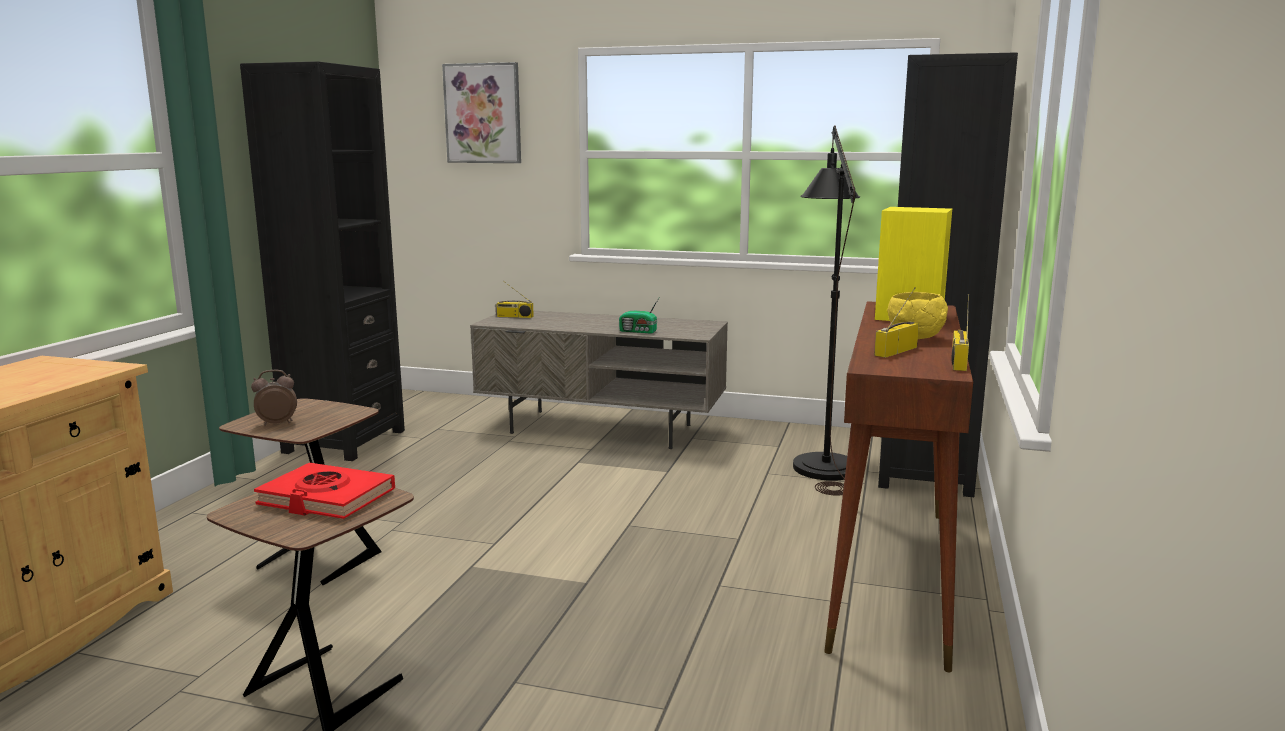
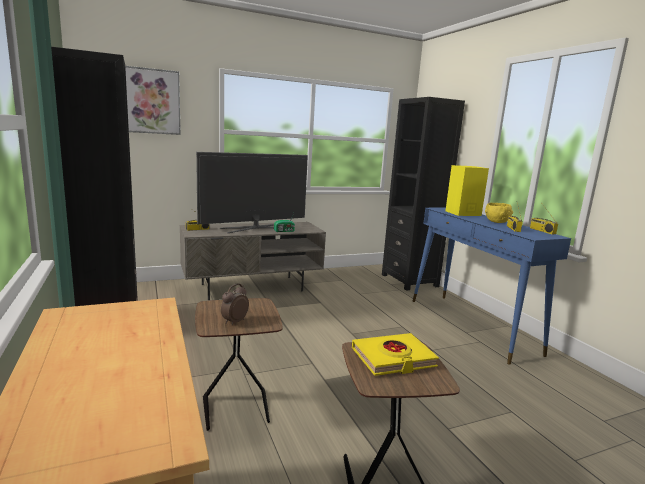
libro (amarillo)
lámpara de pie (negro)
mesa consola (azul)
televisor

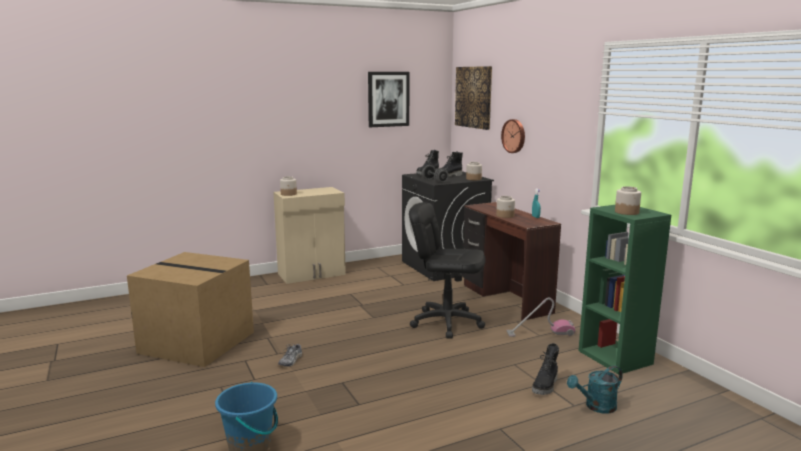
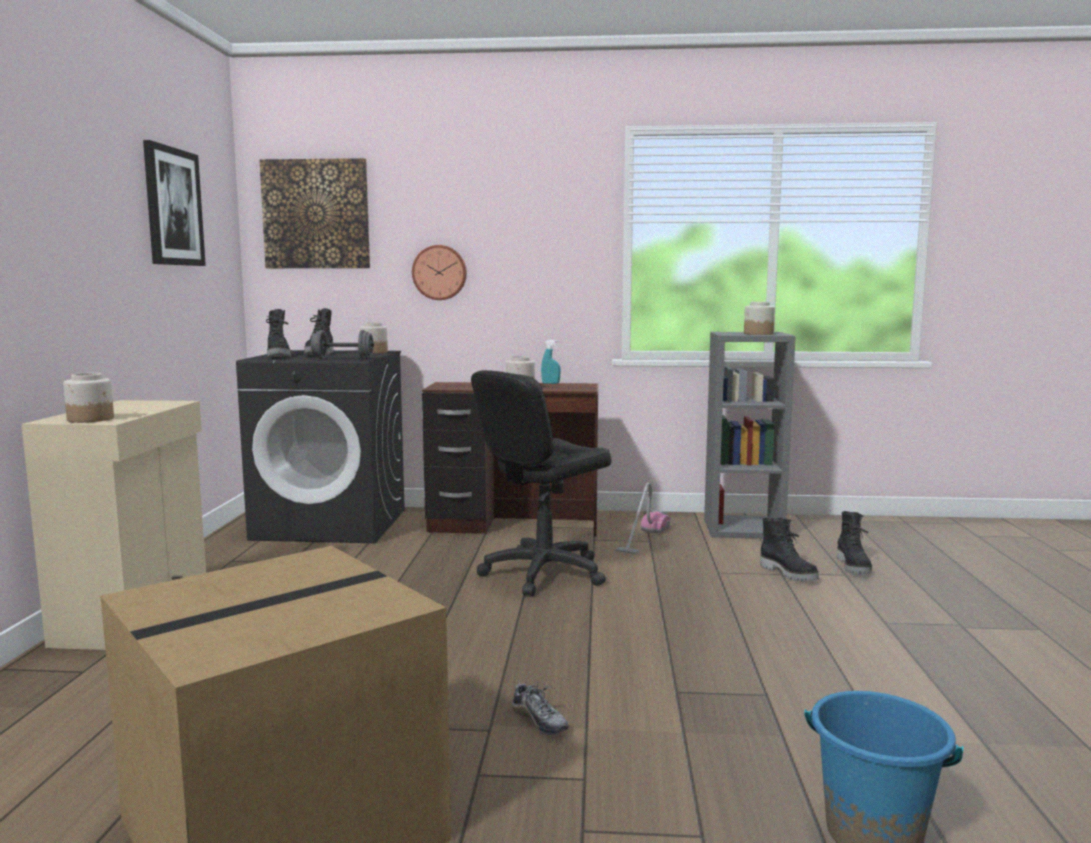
bota (negro) (4th from left)
estantería (gris)

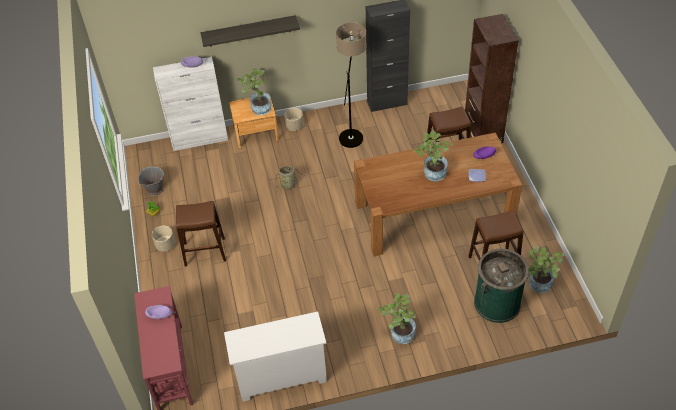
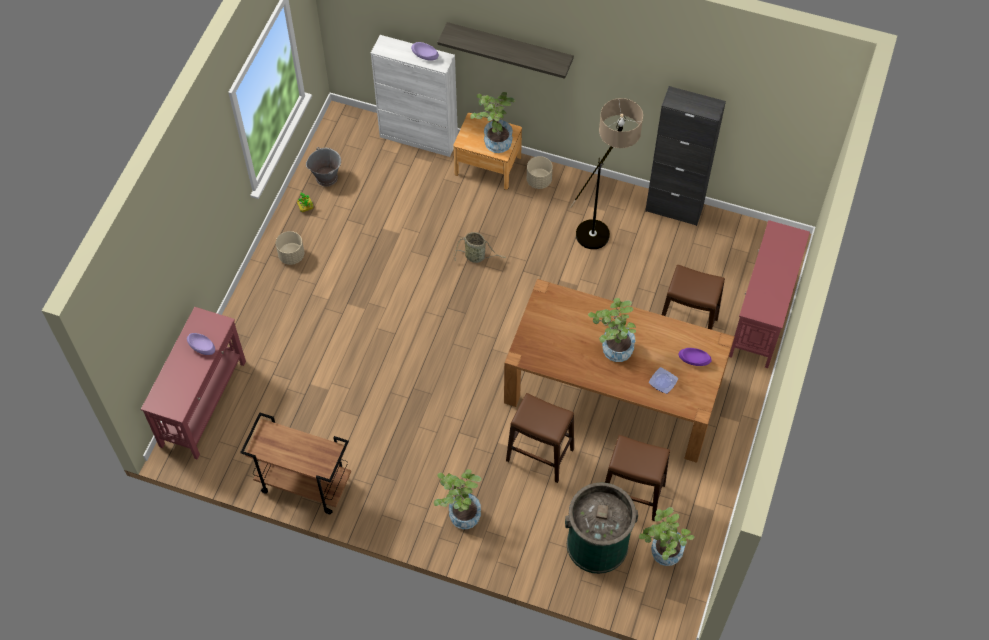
taburete (marrón) (1st from left)
carrito (marrón)
mesa consola (rojo) (2nd from left)

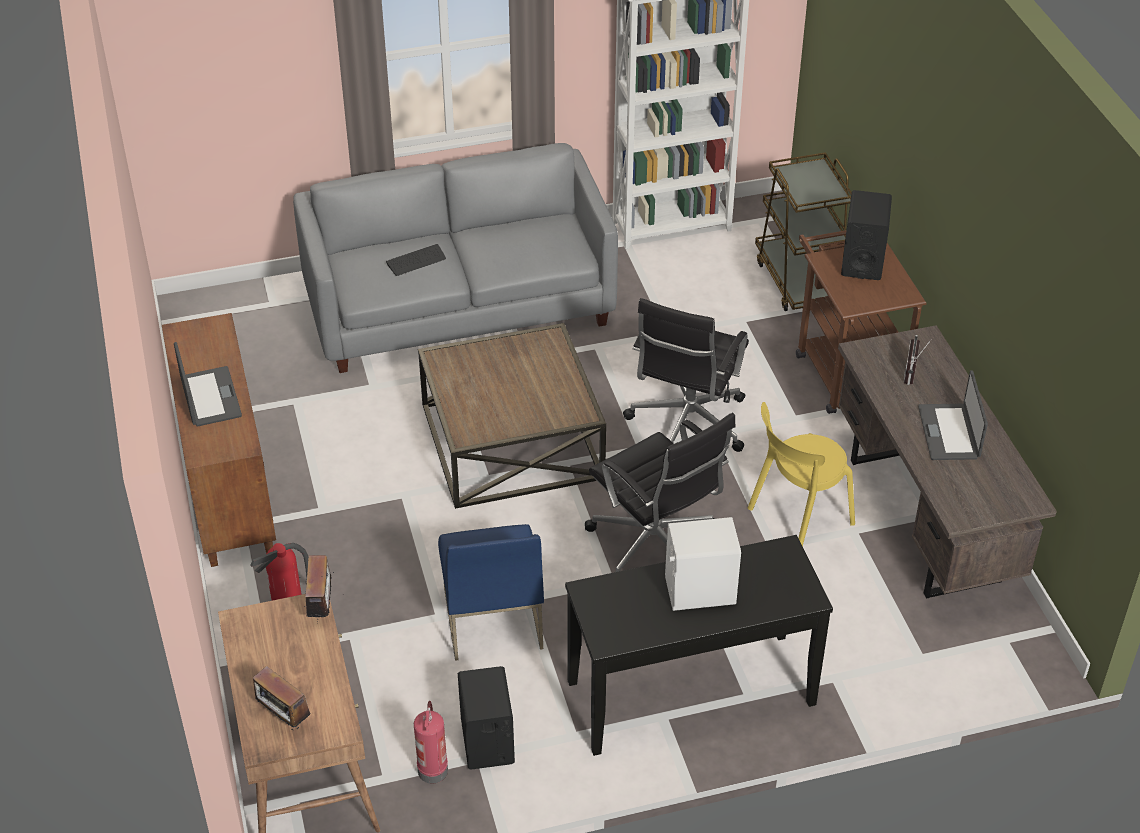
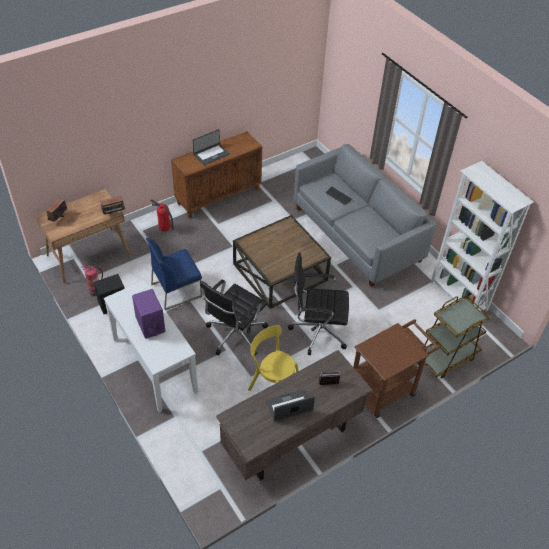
mesa consola (blanco)
altavoz (morado)
altavoz (negro) (2nd from left in the first image)

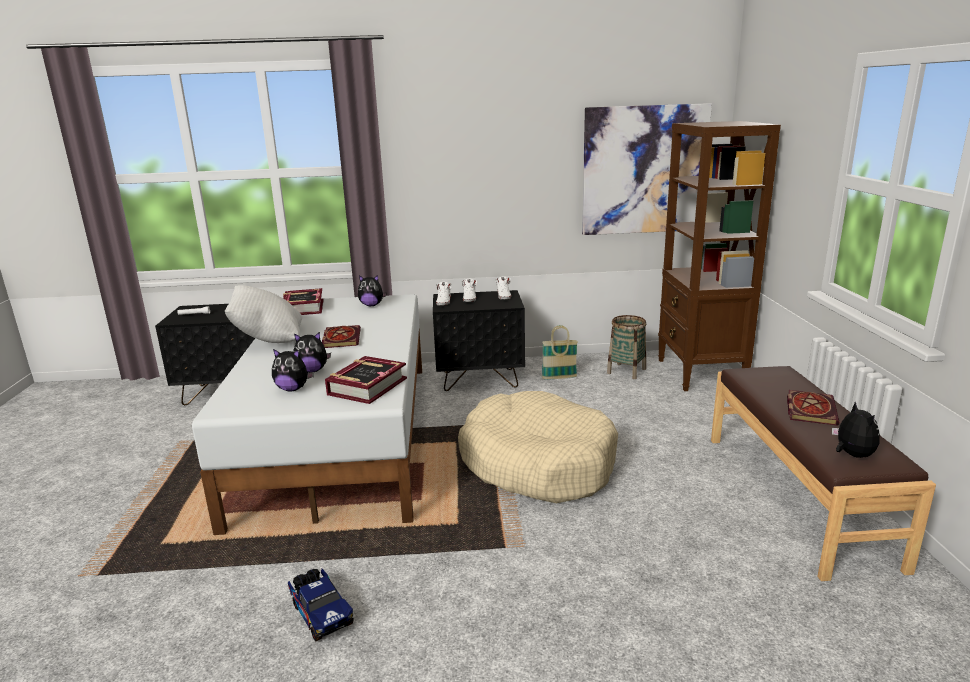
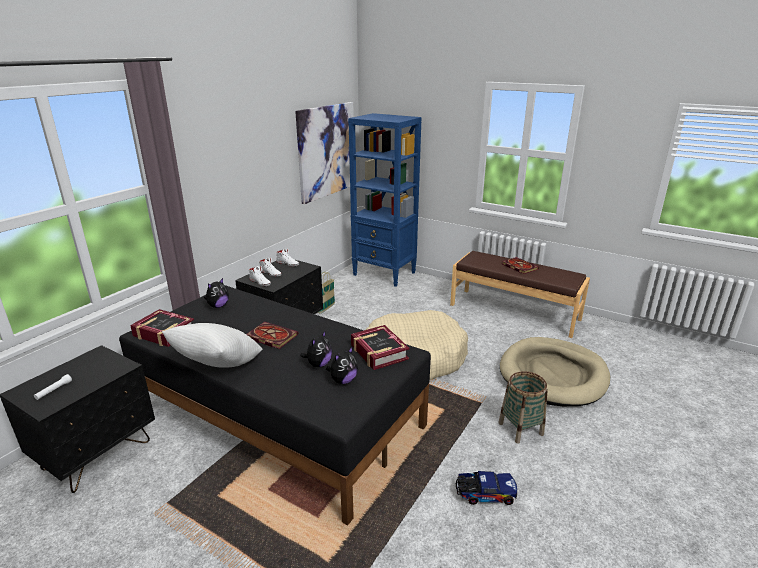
cama (negro)
cesta (2nd from left)
estantería (azul)
peluche (4th from left in the first image)
cama para perro (beis) (2nd from left)

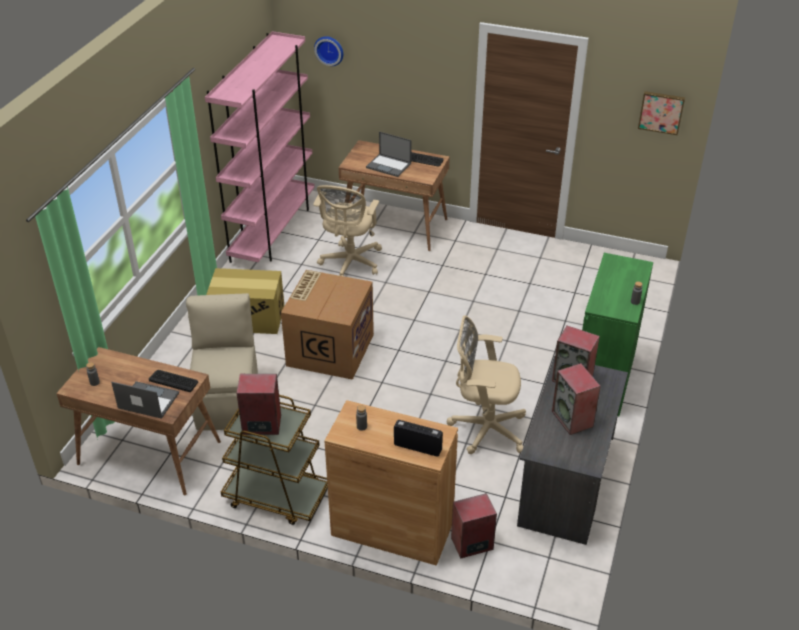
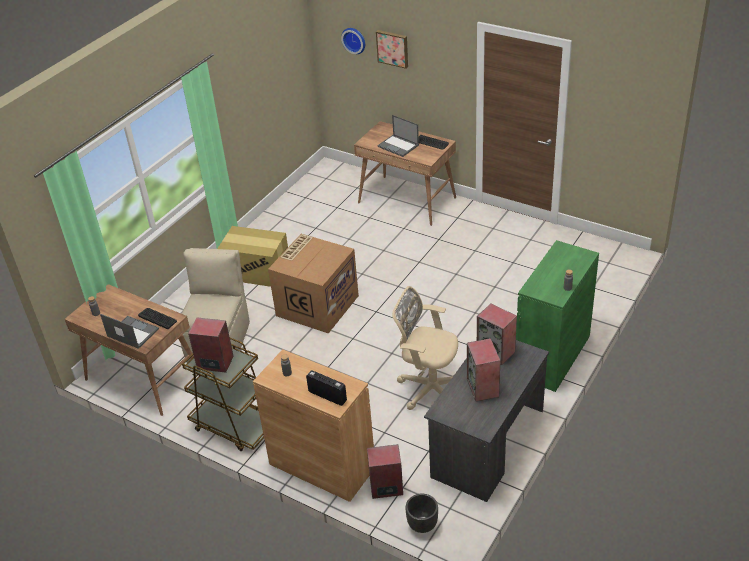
estantería (rosa)
silla de oficina (beis) (1st from left in the first image)
cuadro
maceta (negro)

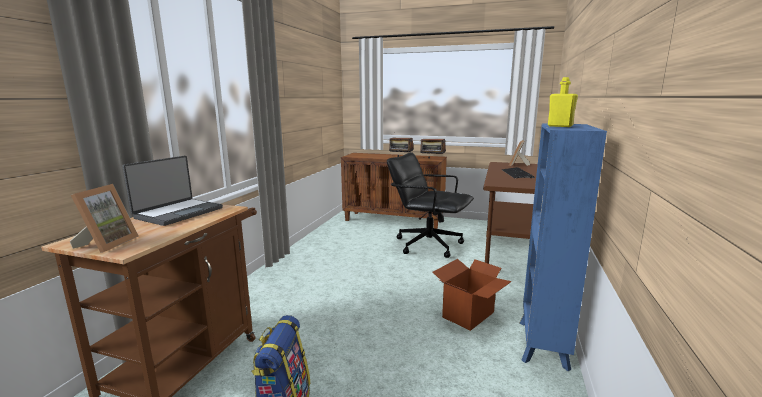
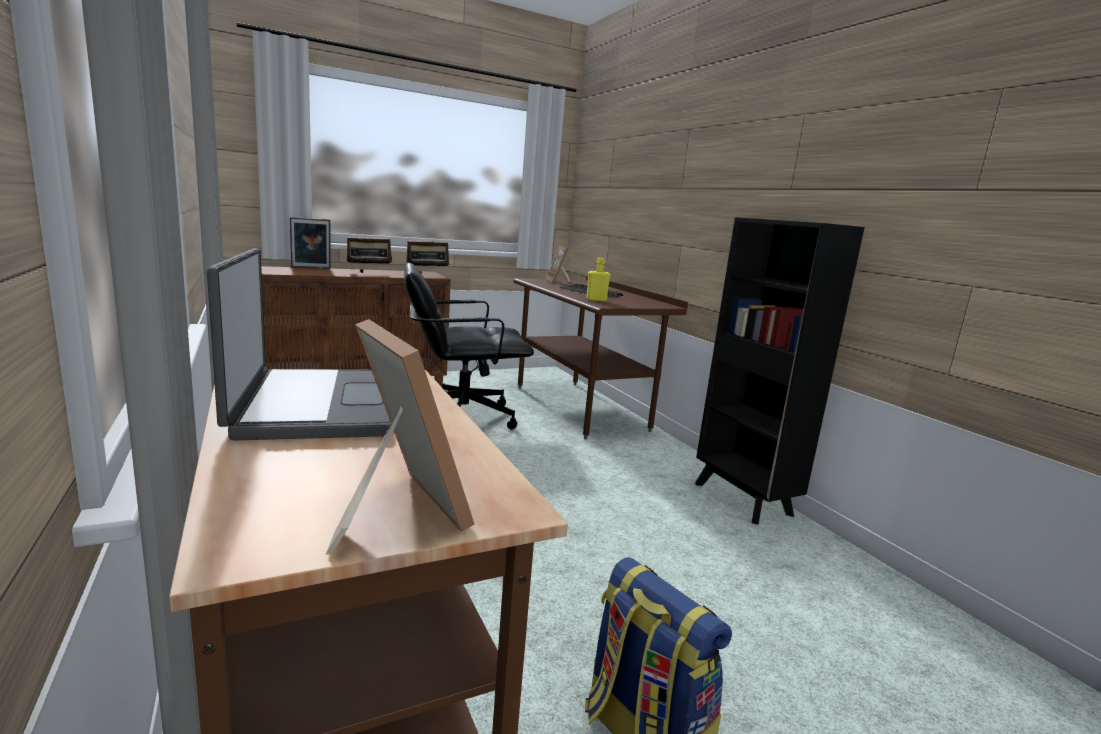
caja de cartón
estantería (negro)
botella (amarillo)
portarretratos (1st from left)

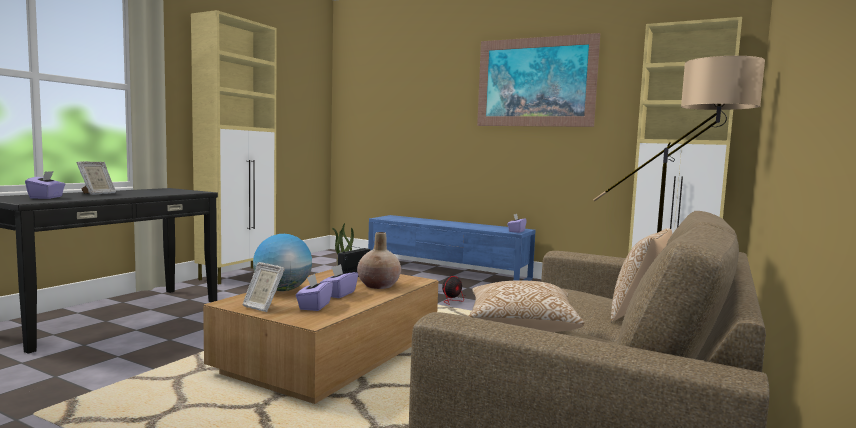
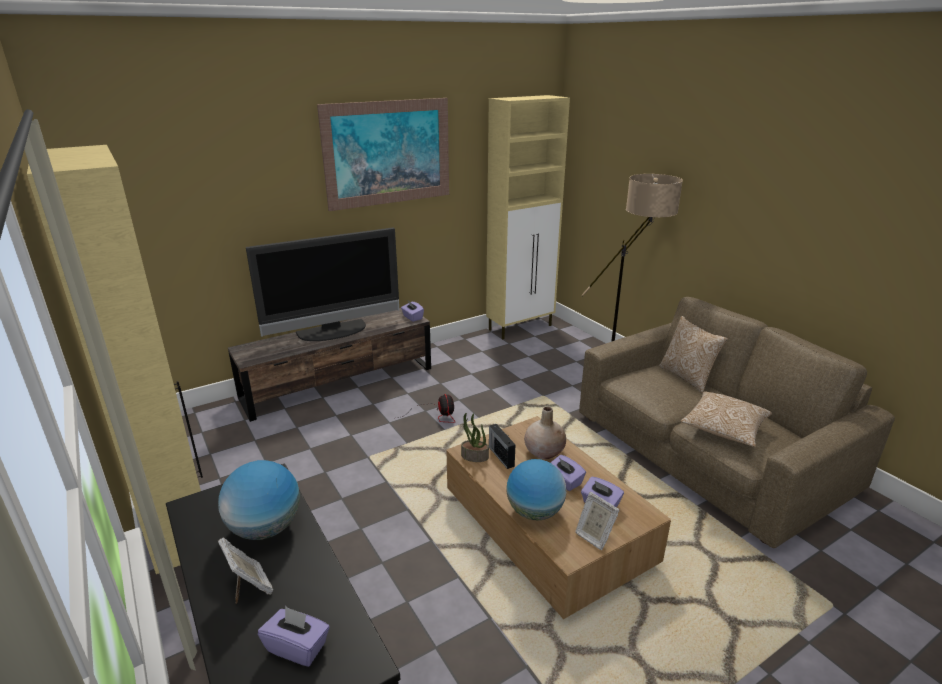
portarretratos (2nd from left)
mueble de televisión (marrón)
globo terráqueo (1st from left)
televisor

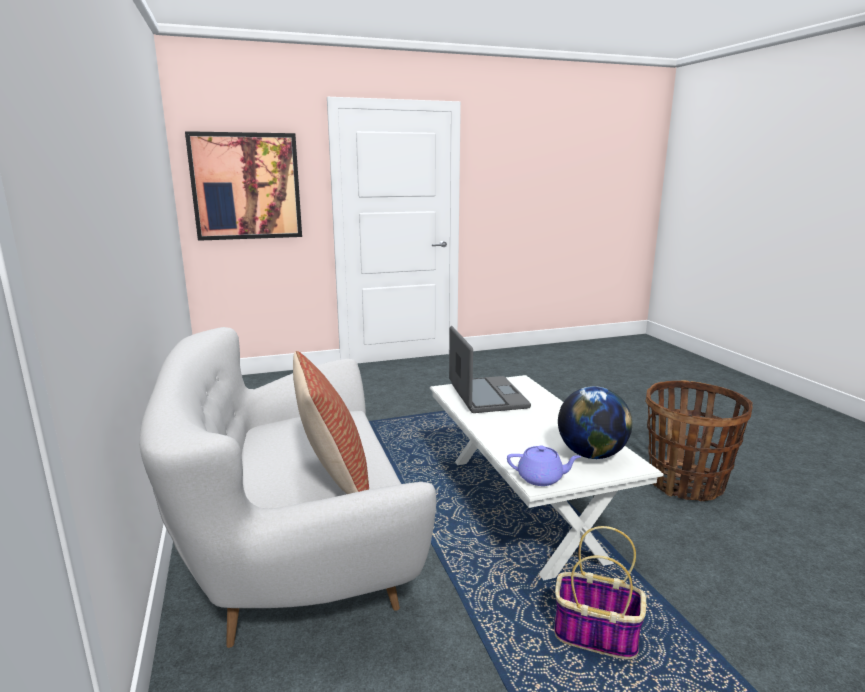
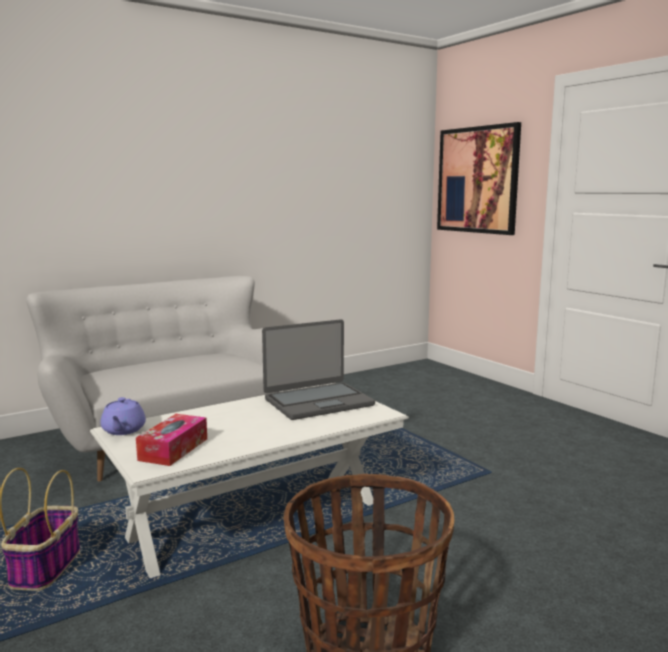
cojín
caja de pañuelos

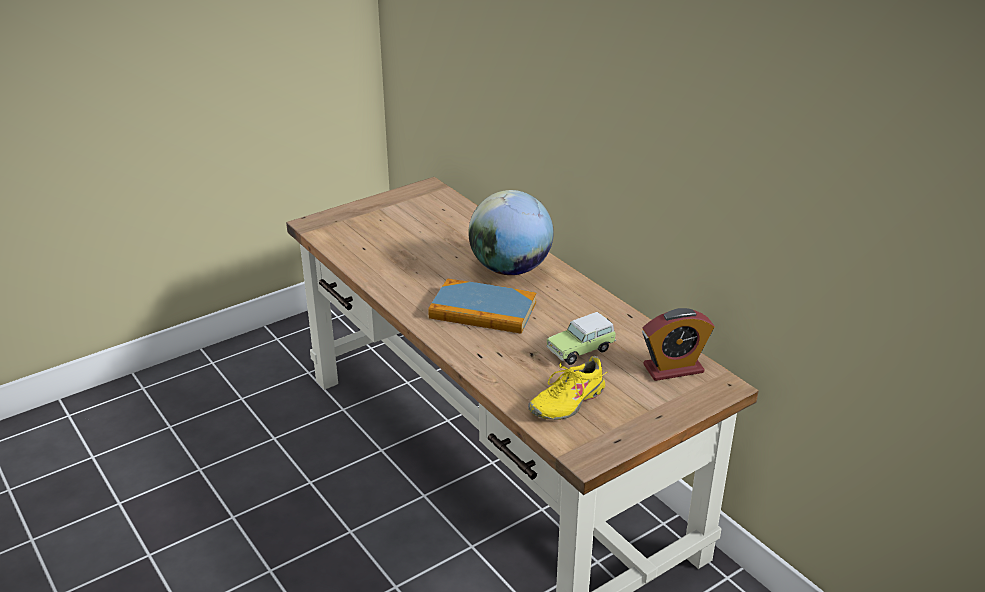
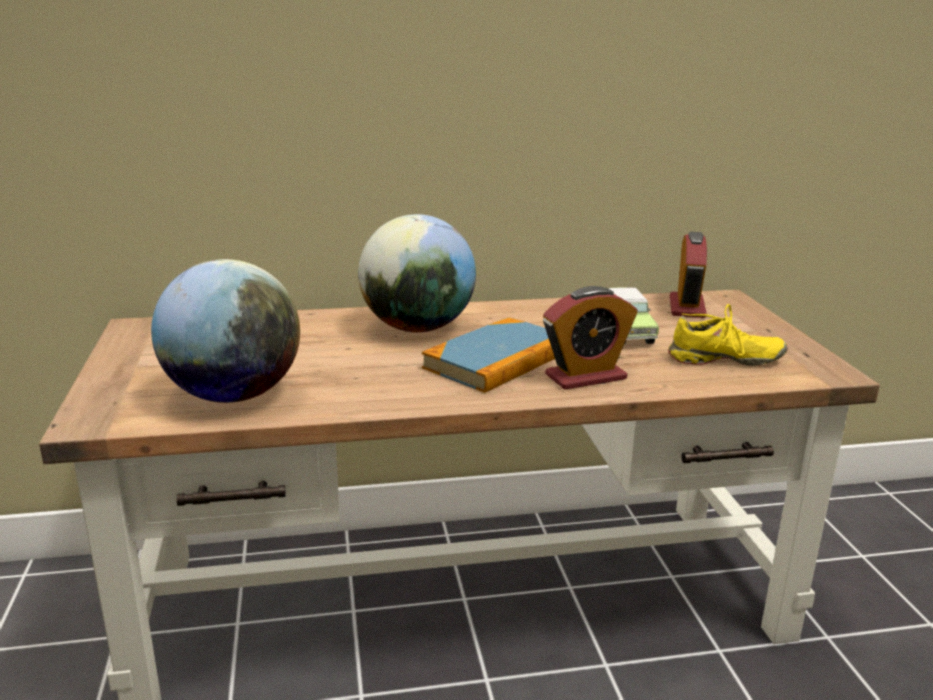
zapato (amarillo)
globo terráqueo (1st from left)
despertador (1st from left)

